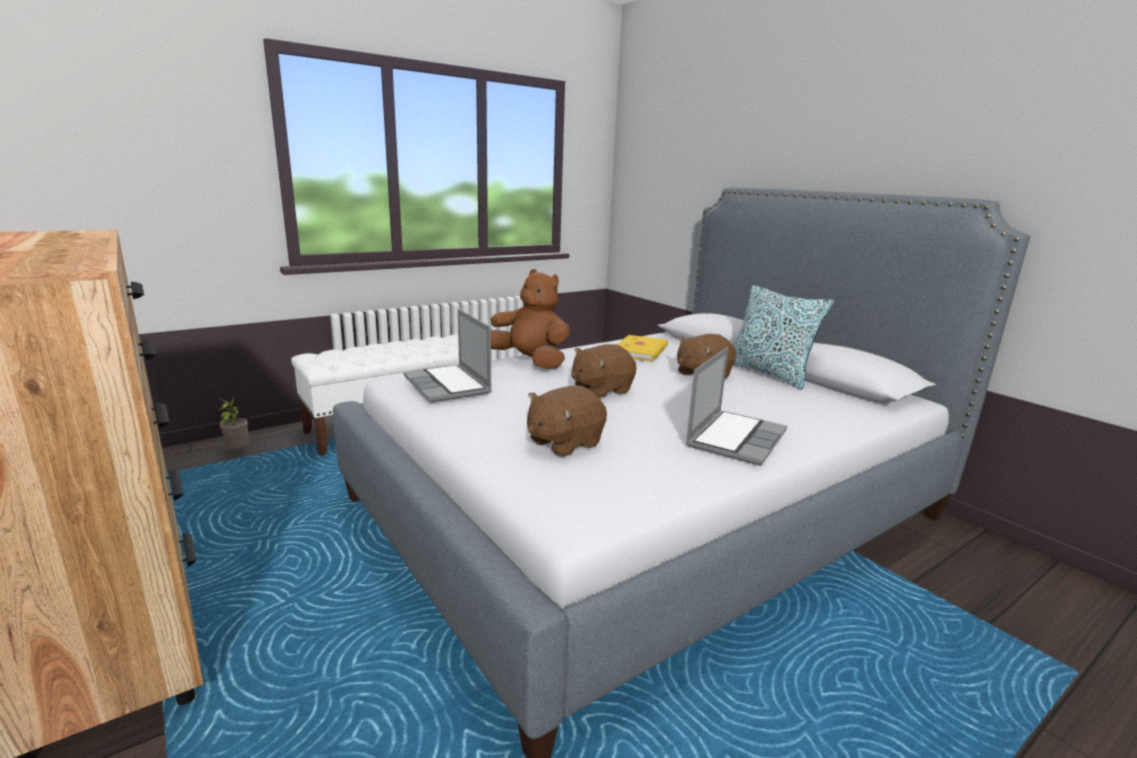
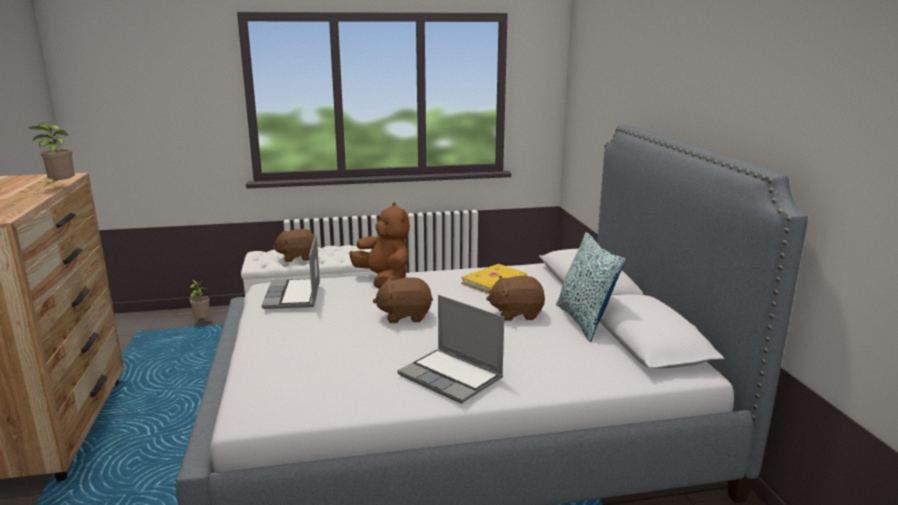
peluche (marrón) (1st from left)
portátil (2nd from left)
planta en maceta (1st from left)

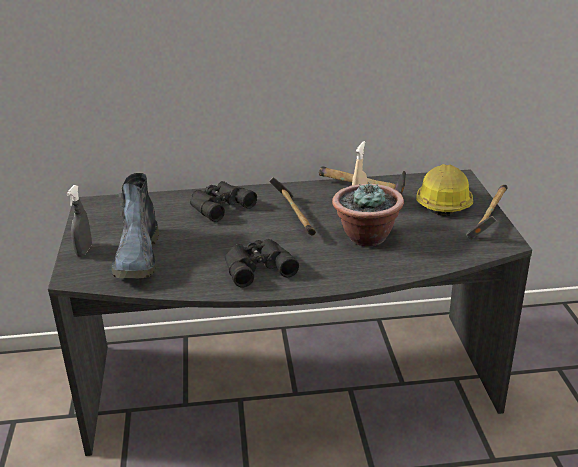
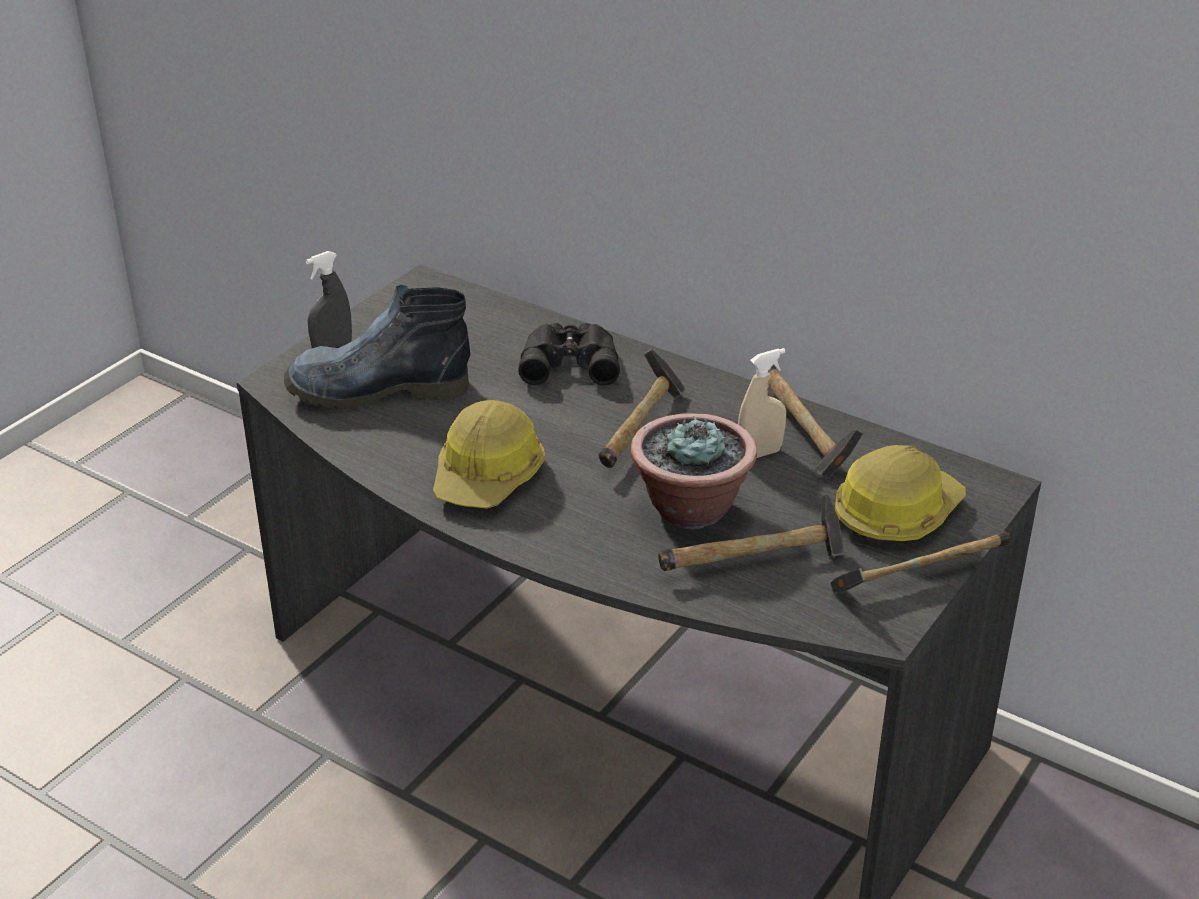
bota
casco (1st from left)
martillo (2nd from left)

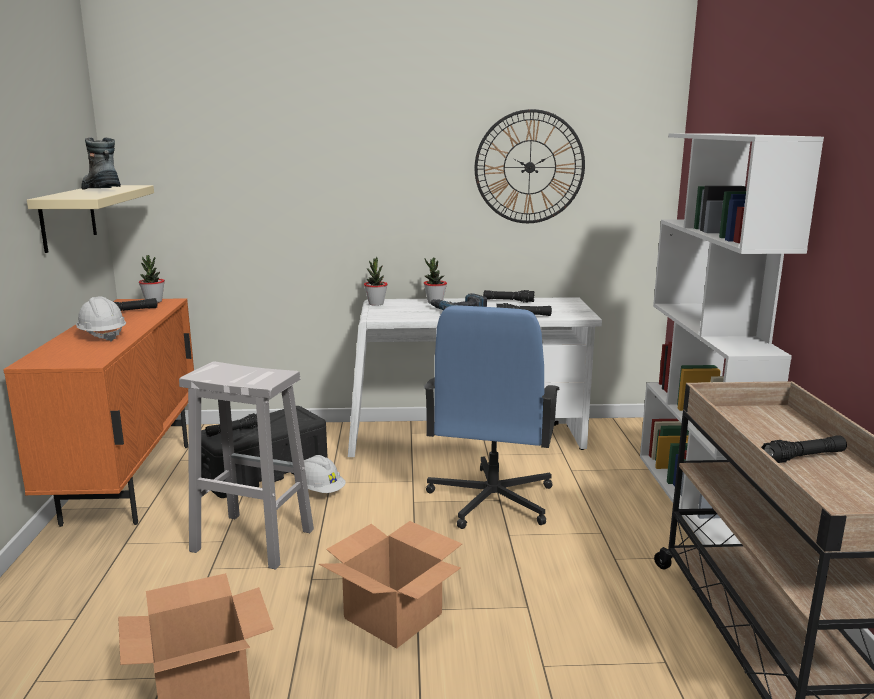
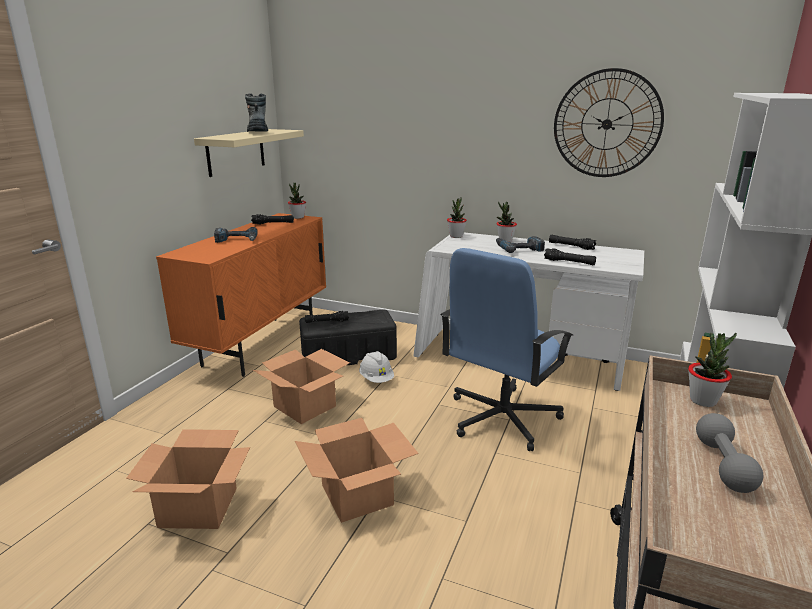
taladro (1st from left)
caja de cartón (2nd from left)
mancuerna (gris)
planta en maceta (4th from left)

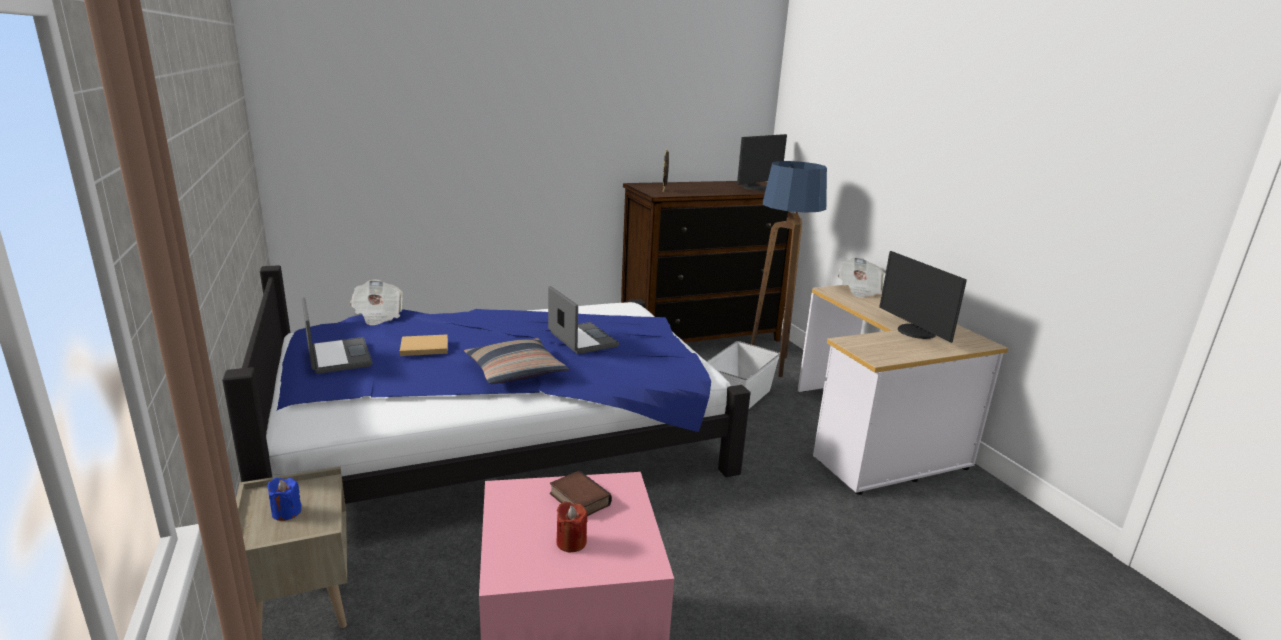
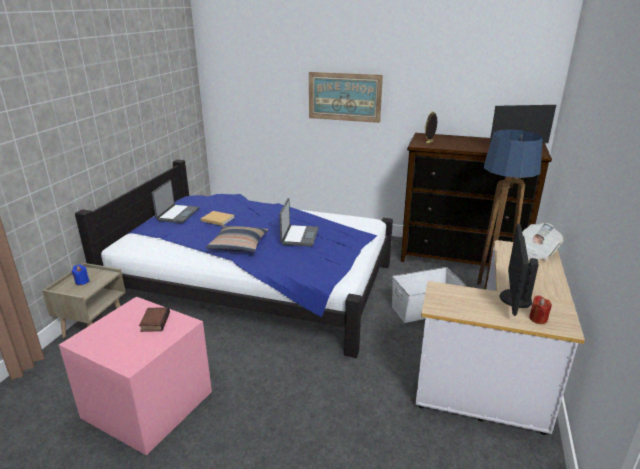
periódico (1st from left in the first image)
vela (rojo)
cuadro

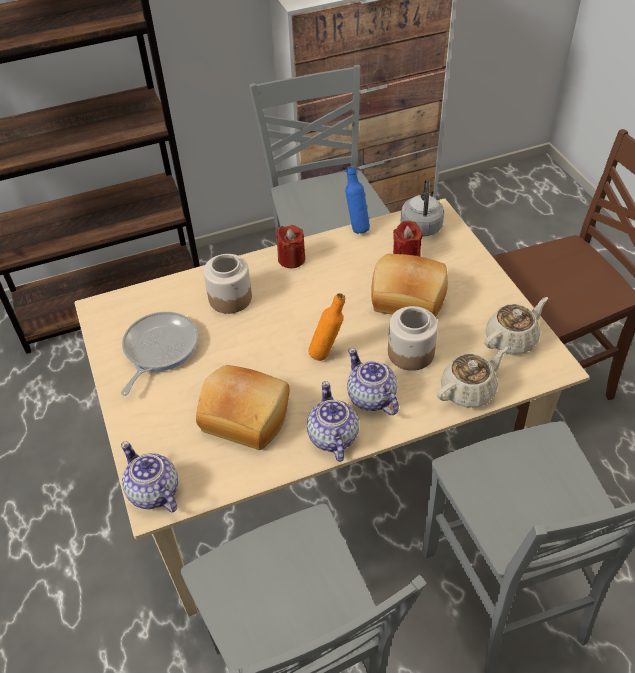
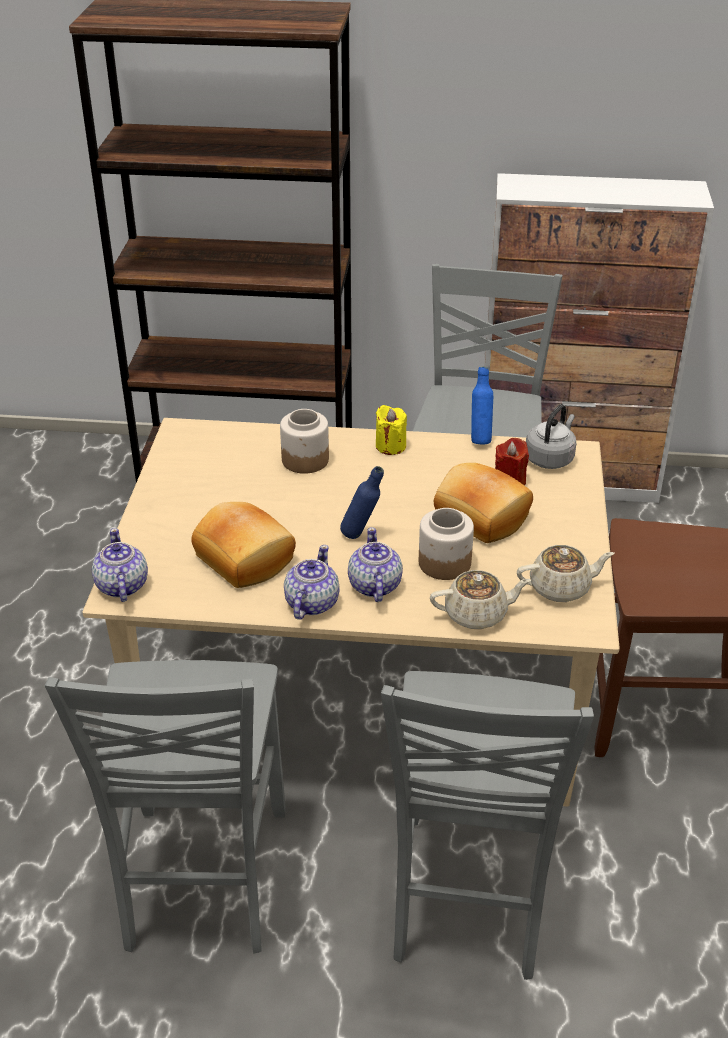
sartén
vela (amarillo)
botella (azul) (1st from left)

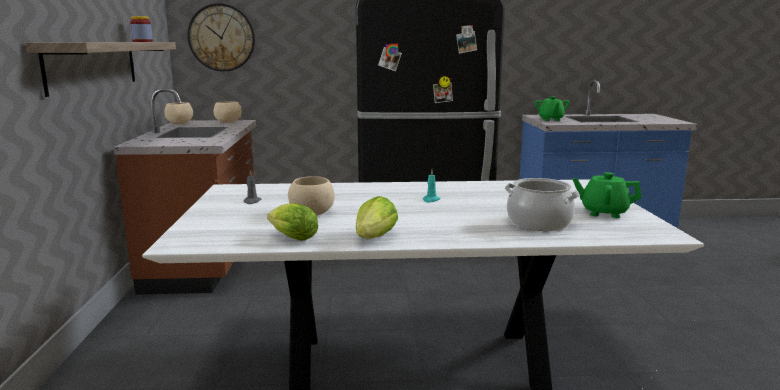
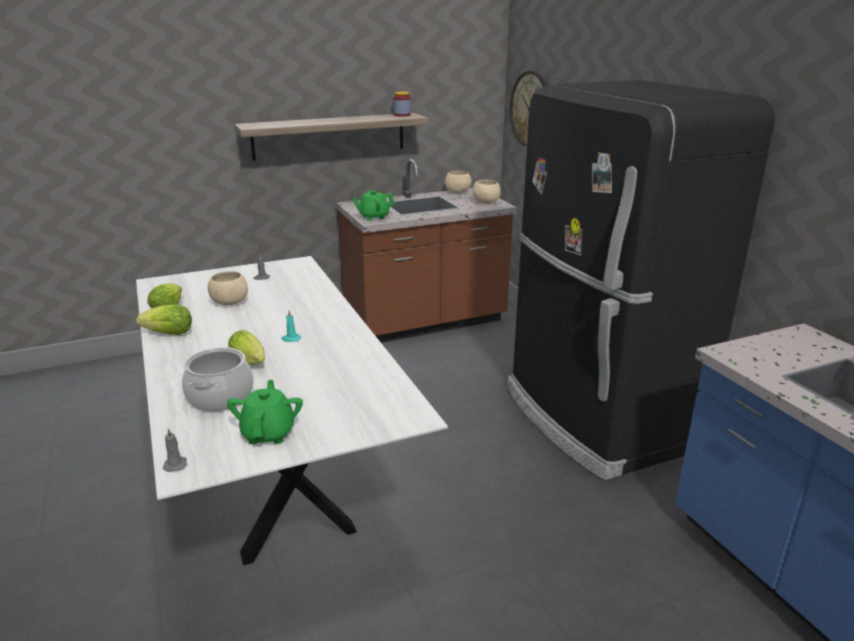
tetera (verde) (2nd from left)
vela (gris) (1st from left)
lechuga (3rd from left)

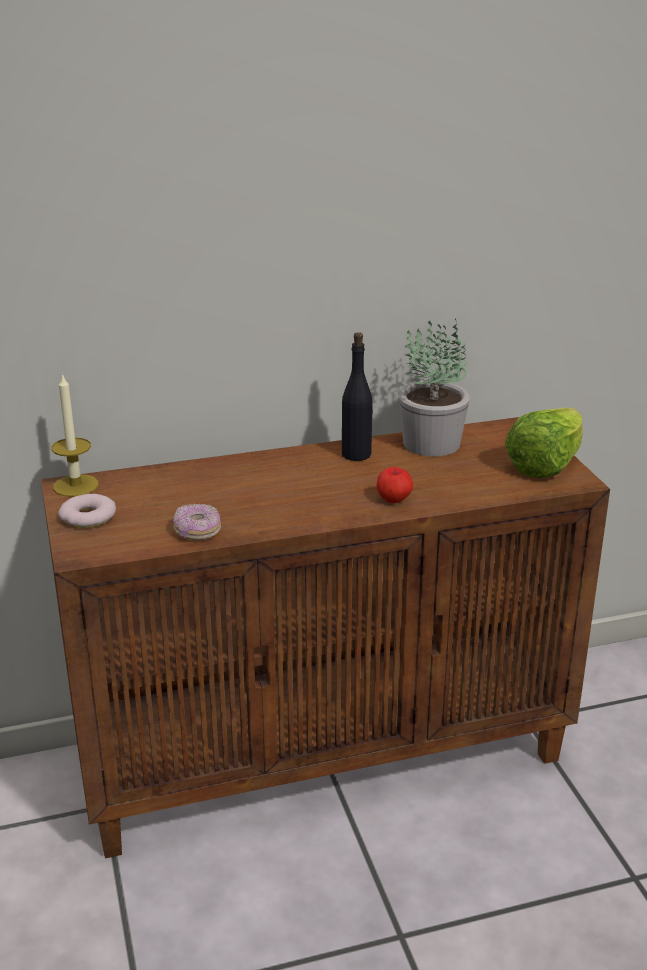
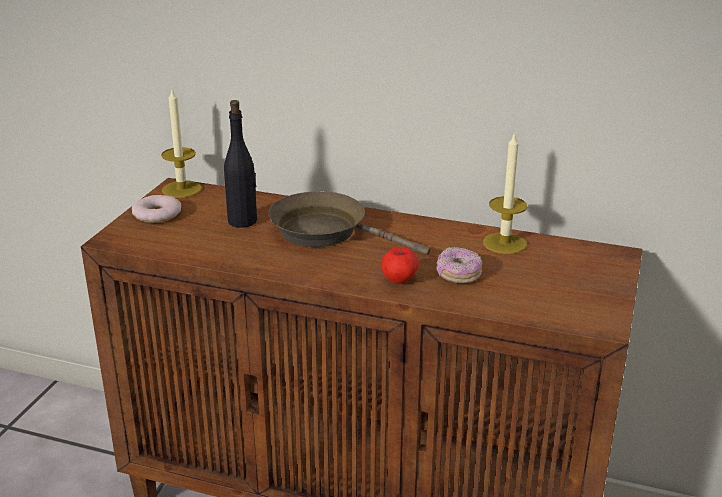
rosquilla (2nd from left)
botella (negro)
vela (2nd from left)
lechuga
sartén (marrón)

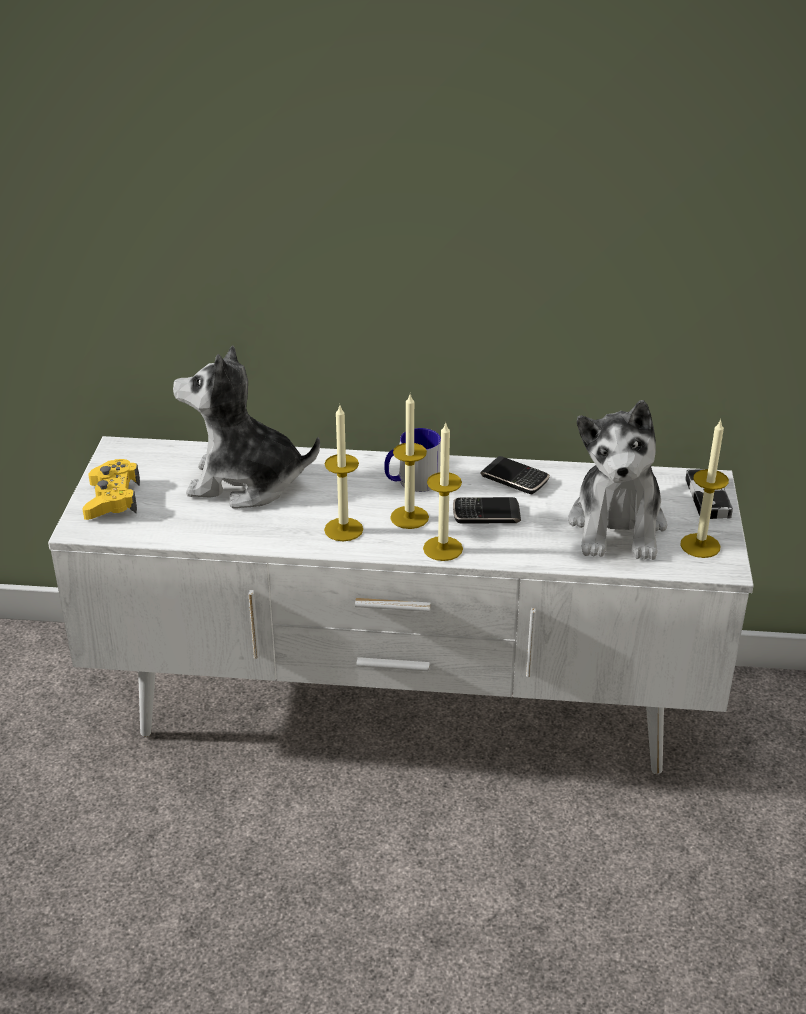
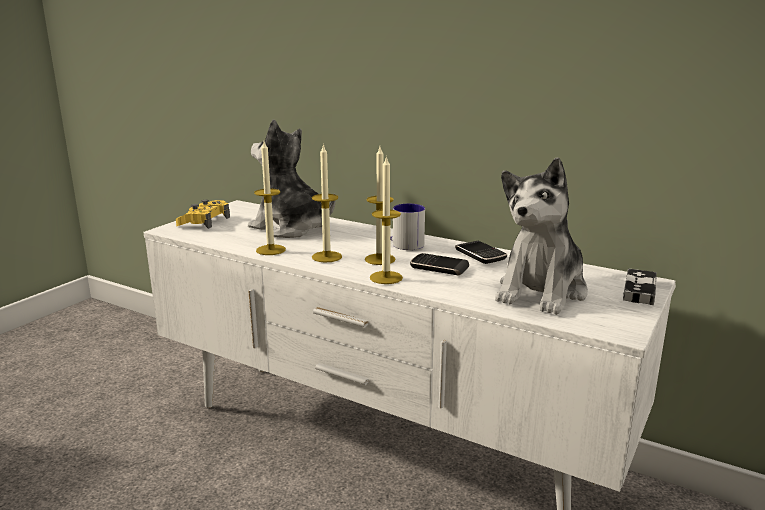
vela (1st from left)

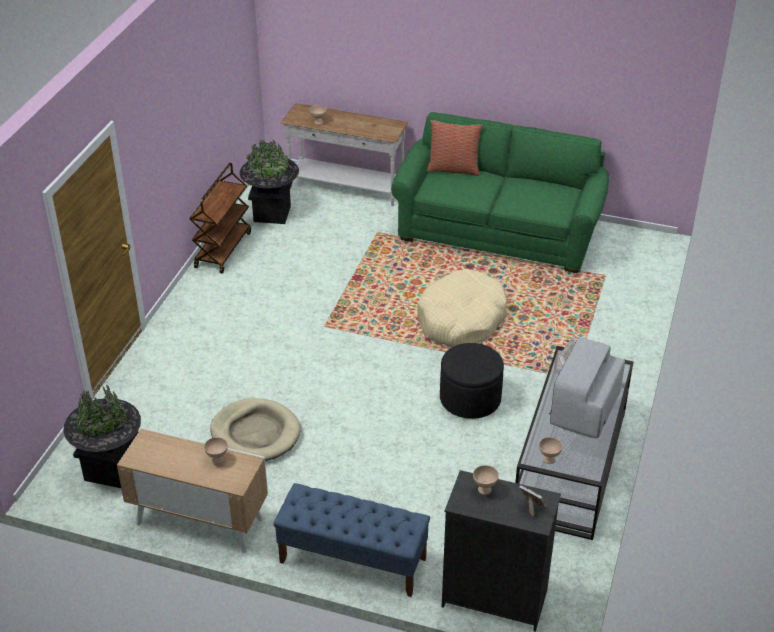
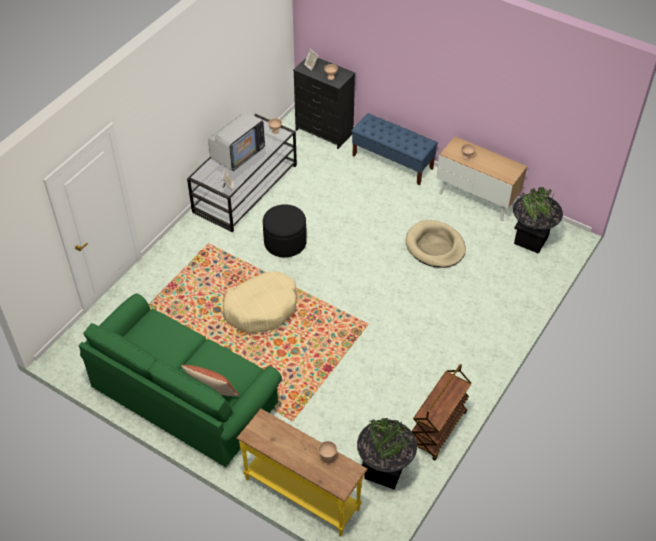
mesa consola (amarillo)

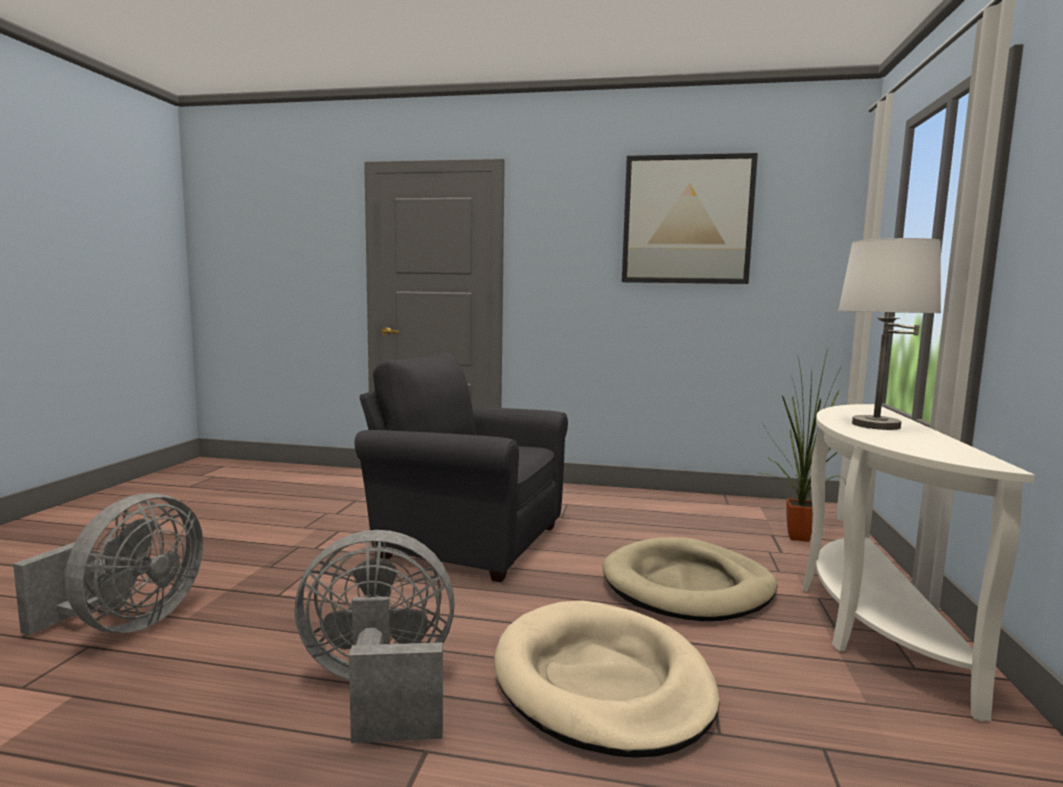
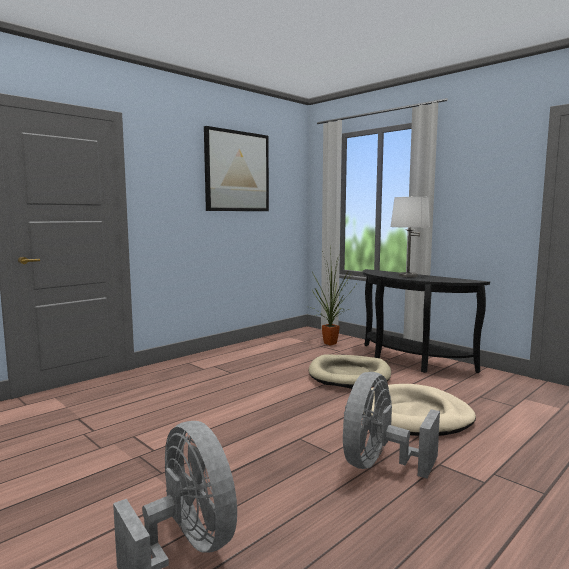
sillón (gris)
mesa consola (negro)

